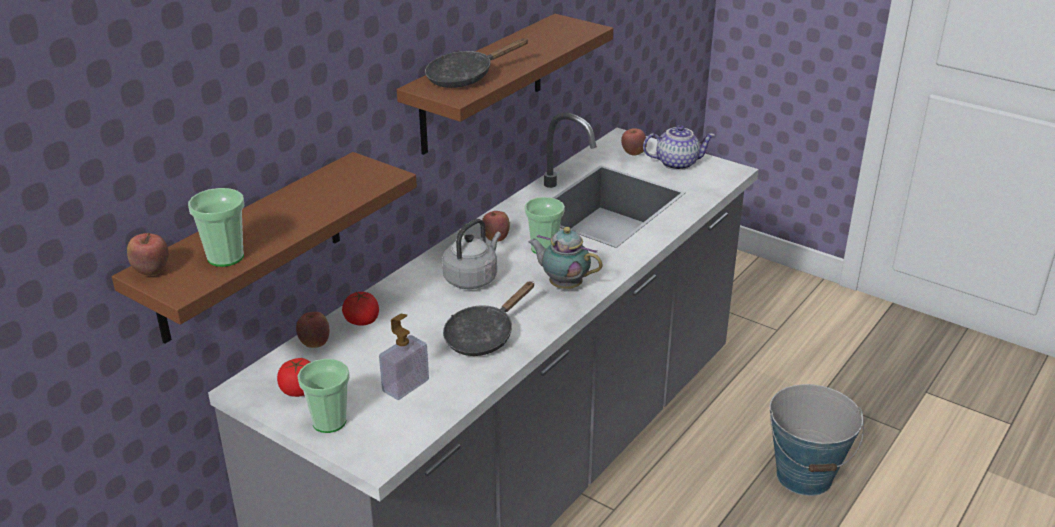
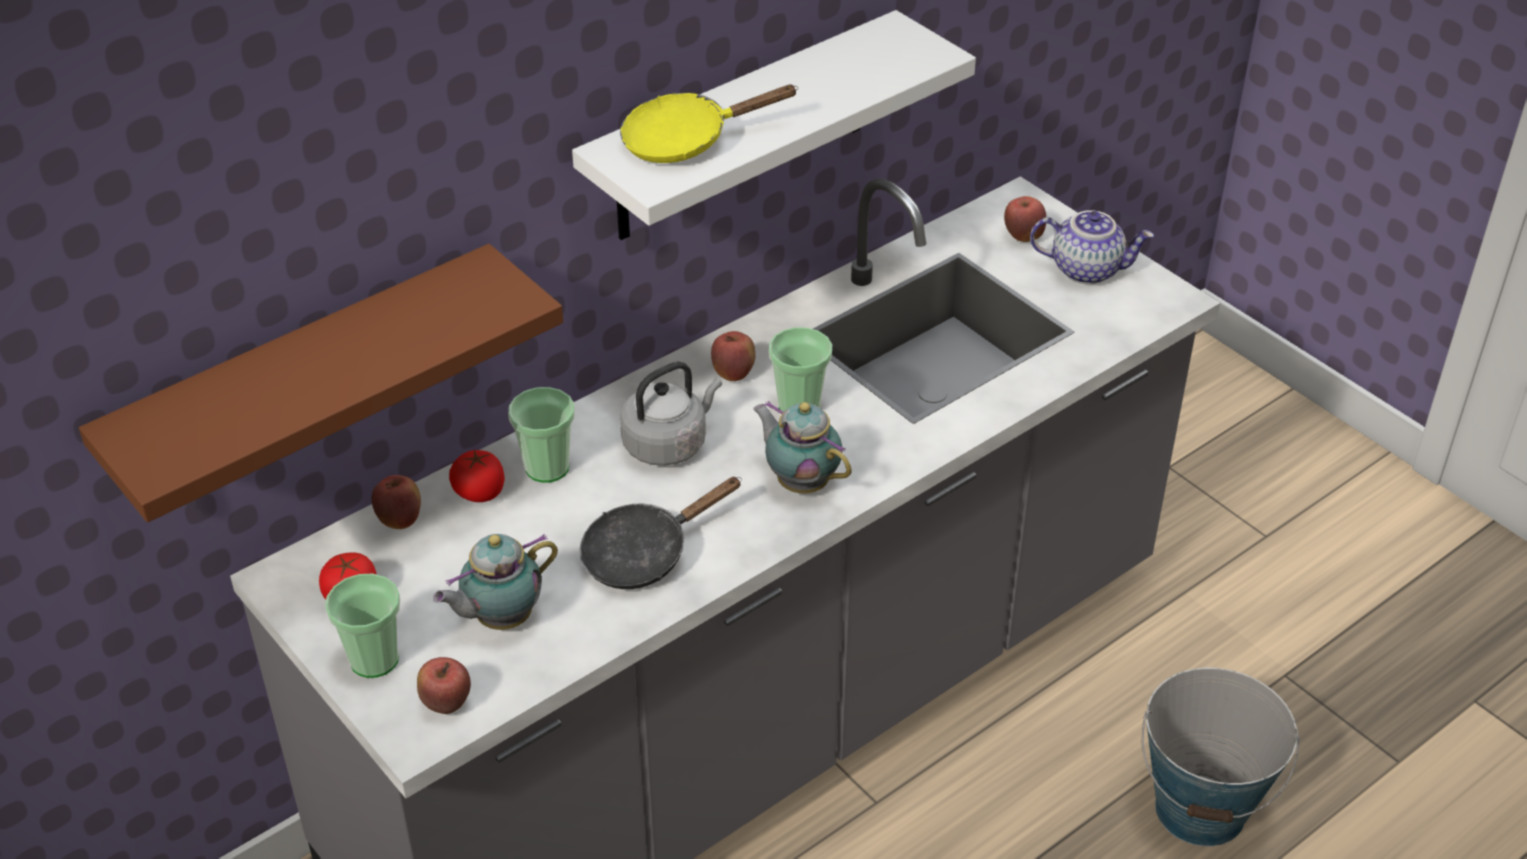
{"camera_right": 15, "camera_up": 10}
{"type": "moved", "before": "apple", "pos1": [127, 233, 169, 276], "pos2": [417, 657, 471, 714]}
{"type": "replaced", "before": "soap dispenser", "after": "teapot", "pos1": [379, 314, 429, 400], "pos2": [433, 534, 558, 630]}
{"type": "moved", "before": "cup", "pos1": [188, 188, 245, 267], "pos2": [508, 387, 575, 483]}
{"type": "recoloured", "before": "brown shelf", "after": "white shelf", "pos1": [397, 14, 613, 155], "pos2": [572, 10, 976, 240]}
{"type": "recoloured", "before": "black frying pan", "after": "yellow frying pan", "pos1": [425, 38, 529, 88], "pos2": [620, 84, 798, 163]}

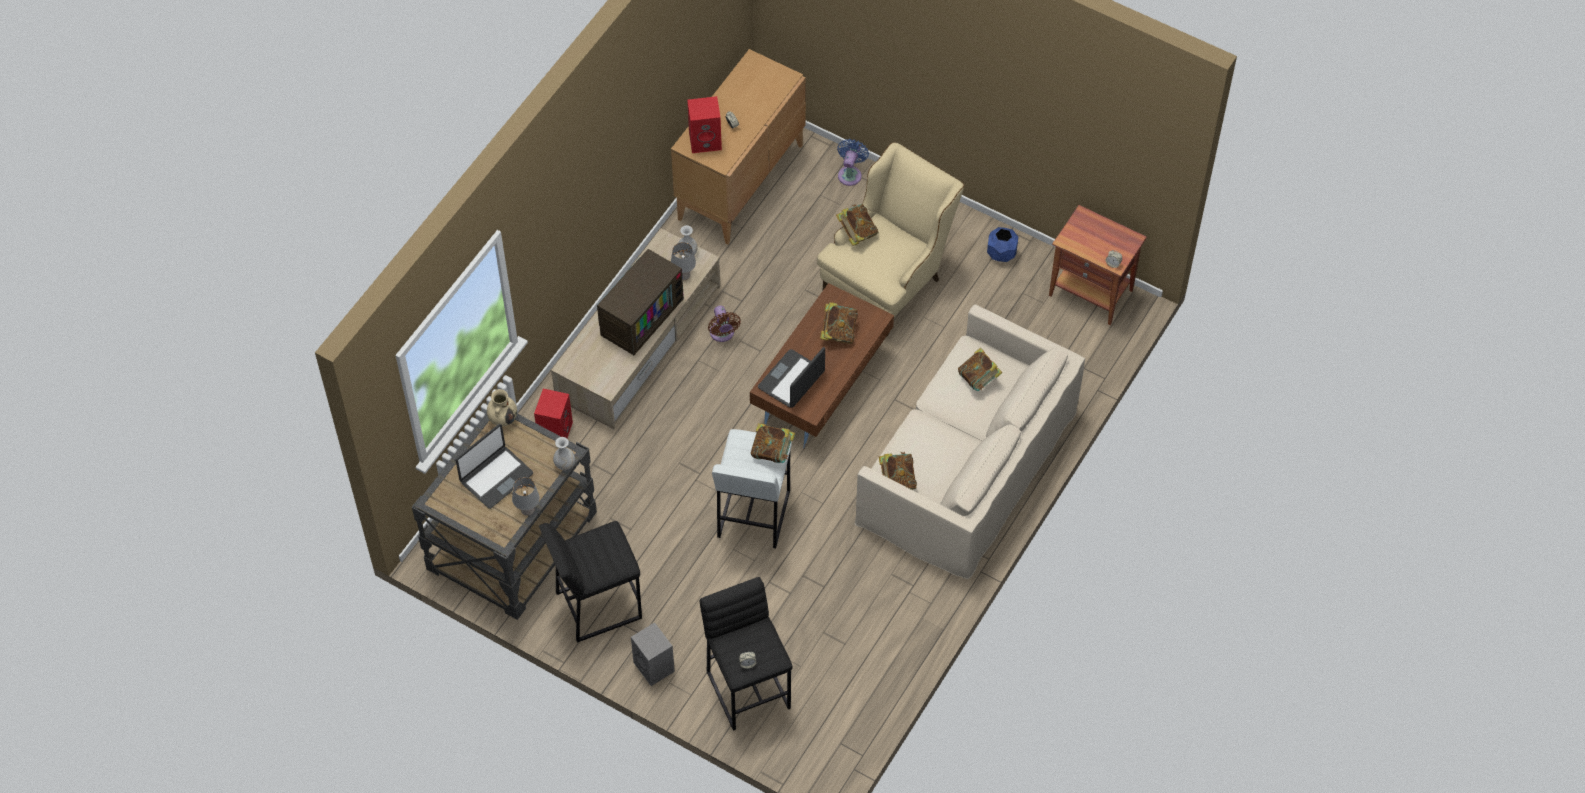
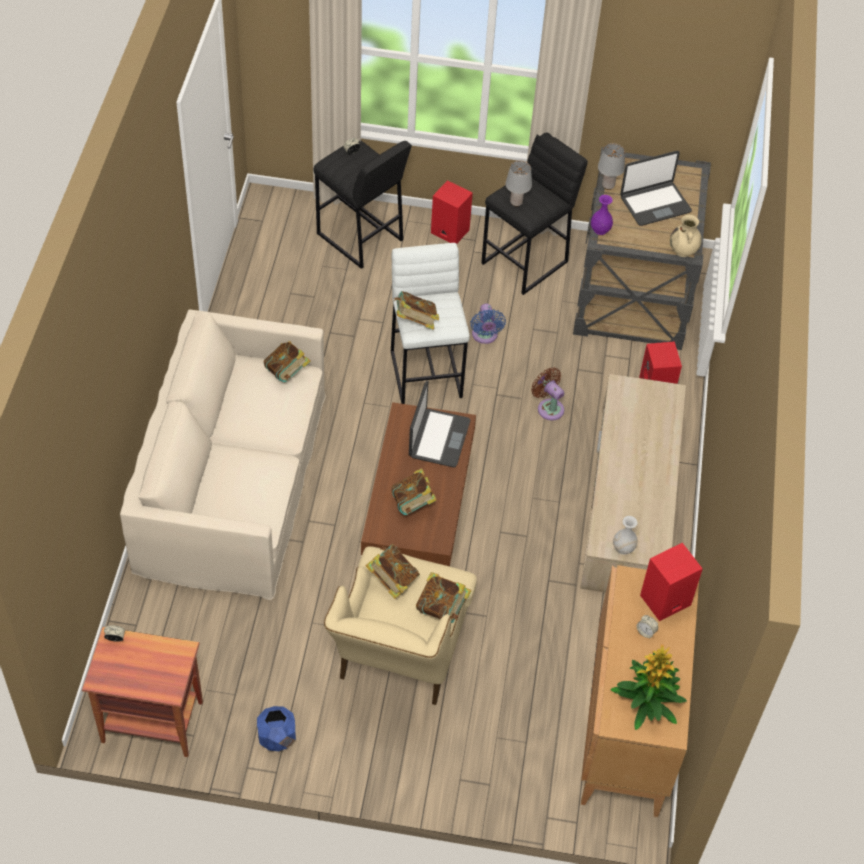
{"camera_right": 155, "camera_up": -5}
{"type": "moved", "before": "book", "pos1": [958, 348, 1003, 391], "pos2": [365, 544, 420, 599]}
{"type": "recoloured", "before": "grey speaker", "after": "red speaker", "pos1": [631, 622, 675, 686], "pos2": [431, 180, 473, 244]}
{"type": "moved", "before": "blue fan", "pos1": [837, 139, 869, 186], "pos2": [471, 303, 506, 344]}
{"type": "moved", "before": "grey table lamp", "pos1": [671, 242, 696, 280], "pos2": [505, 161, 532, 207]}
{"type": "moved", "before": "brown fan", "pos1": [708, 306, 741, 342], "pos2": [531, 367, 564, 421]}
{"type": "recoloured", "before": "white vase", "after": "purple vase", "pos1": [553, 437, 575, 470], "pos2": [591, 195, 613, 235]}
{"type": "added", "after": "potted plant", "pos2": [610, 645, 687, 730]}
{"type": "turned", "before": "laptop", "pos1": [456, 424, 533, 509], "pos2": [620, 151, 692, 226], "turn": -135}
{"type": "removed", "before": "television", "pos1": [597, 249, 684, 355]}

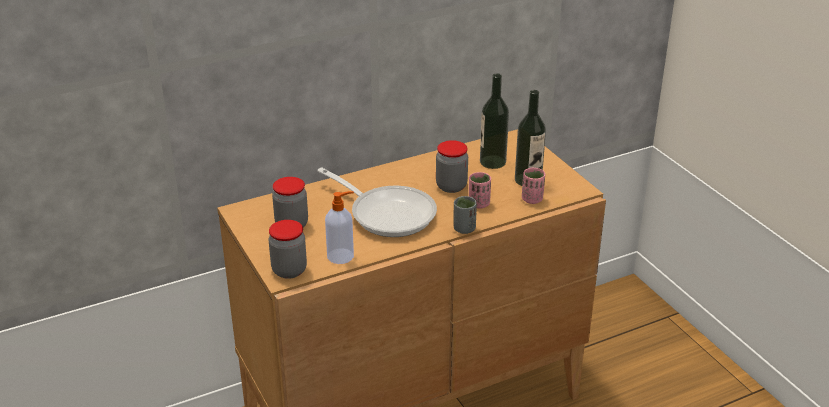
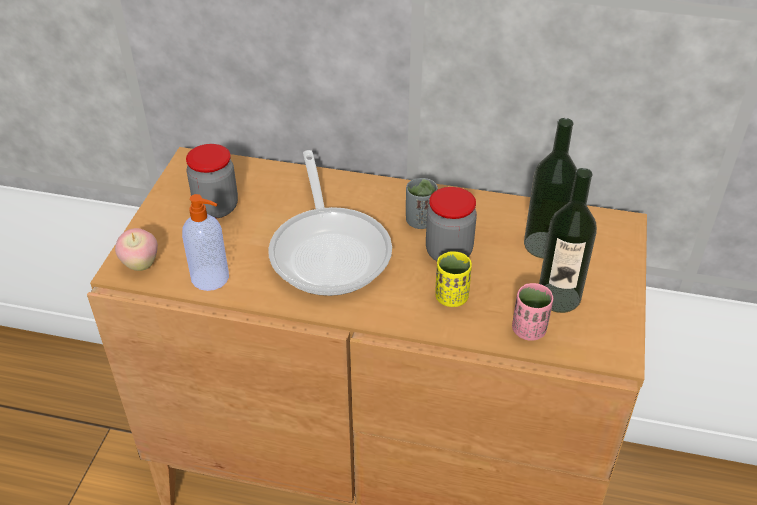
{"camera_right": 40, "camera_up": 10}
{"type": "replaced", "before": "jar", "after": "apple", "pos1": [269, 220, 307, 279], "pos2": [115, 228, 158, 271]}
{"type": "moved", "before": "grey cup", "pos1": [453, 196, 477, 234], "pos2": [406, 178, 438, 229]}
{"type": "recoloured", "before": "pink cup", "after": "yellow cup", "pos1": [469, 172, 491, 209], "pos2": [435, 251, 472, 307]}

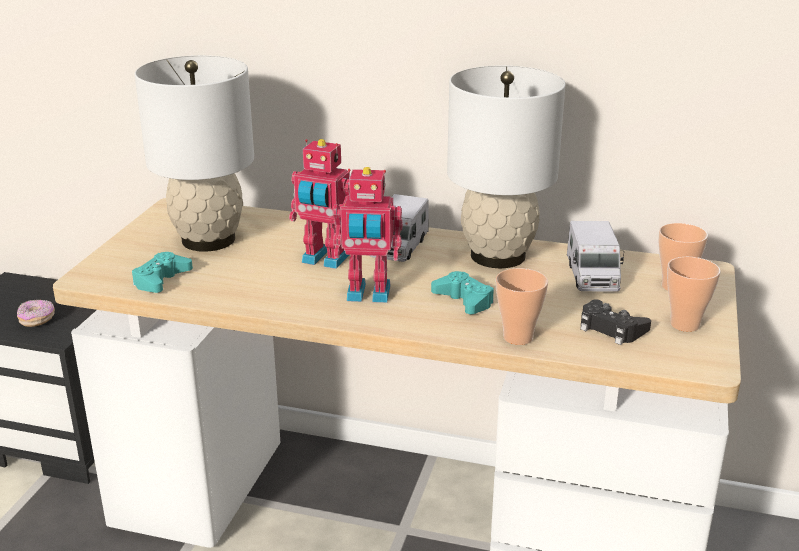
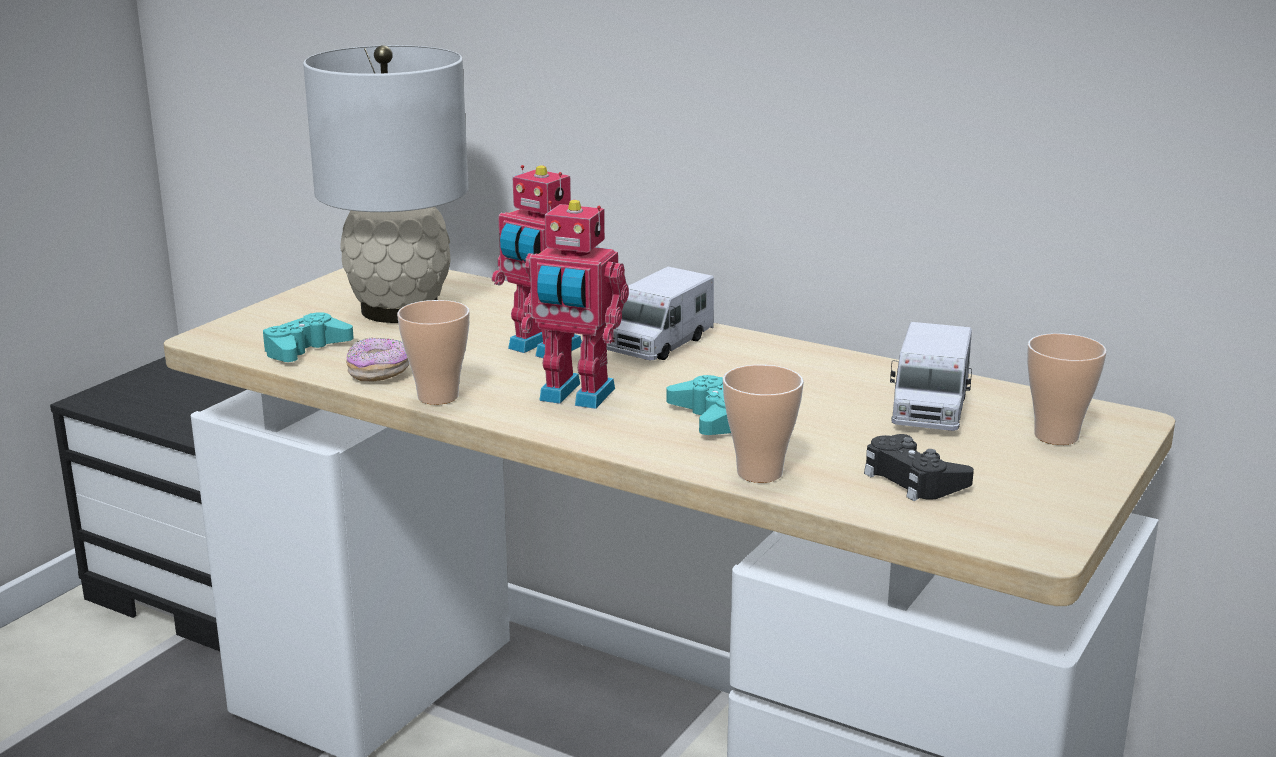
{"camera_right": 15, "camera_up": -5}
{"type": "moved", "before": "donut", "pos1": [17, 300, 55, 327], "pos2": [346, 338, 409, 381]}
{"type": "moved", "before": "cup", "pos1": [667, 257, 721, 332], "pos2": [397, 300, 470, 405]}
{"type": "removed", "before": "white table lamp", "pos1": [447, 66, 566, 268]}

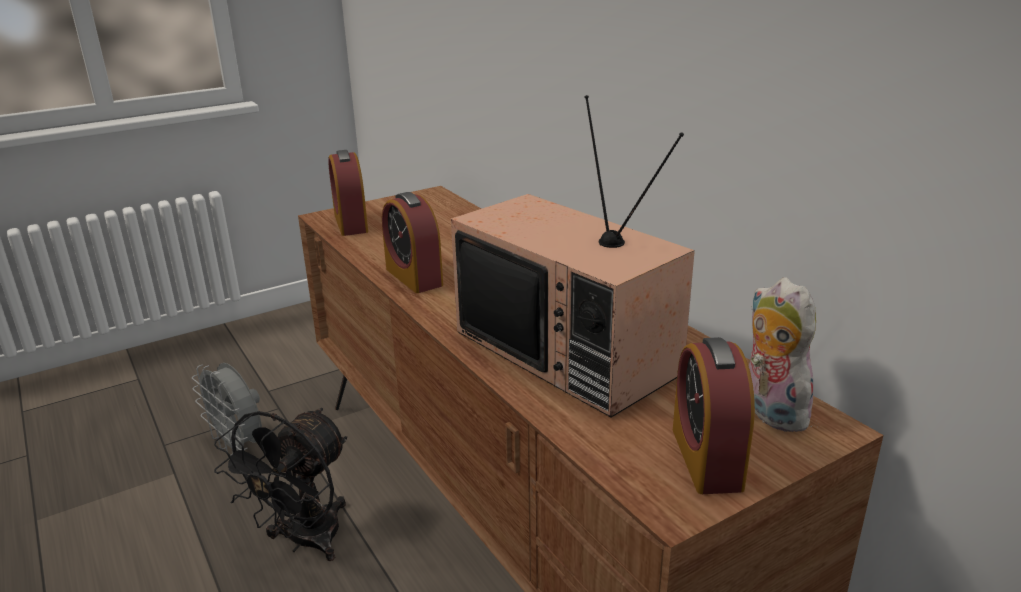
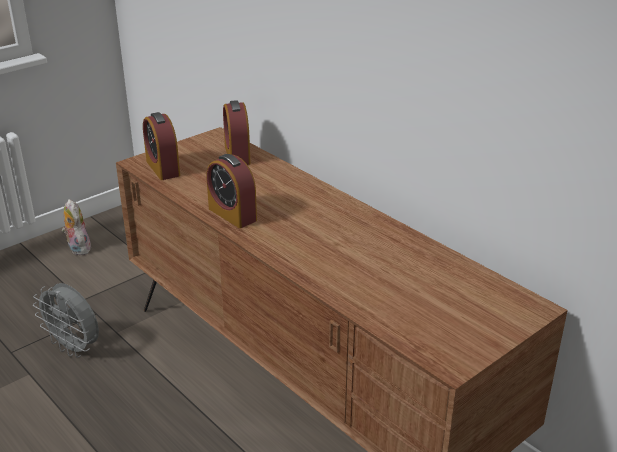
{"camera_right": -10, "camera_up": 5}
{"type": "moved", "before": "plush toy", "pos1": [749, 277, 817, 432], "pos2": [61, 199, 91, 255]}
{"type": "moved", "before": "alarm clock", "pos1": [673, 337, 755, 494], "pos2": [223, 100, 251, 165]}
{"type": "removed", "before": "black fan", "pos1": [214, 408, 347, 561]}
{"type": "removed", "before": "television", "pos1": [451, 95, 695, 417]}

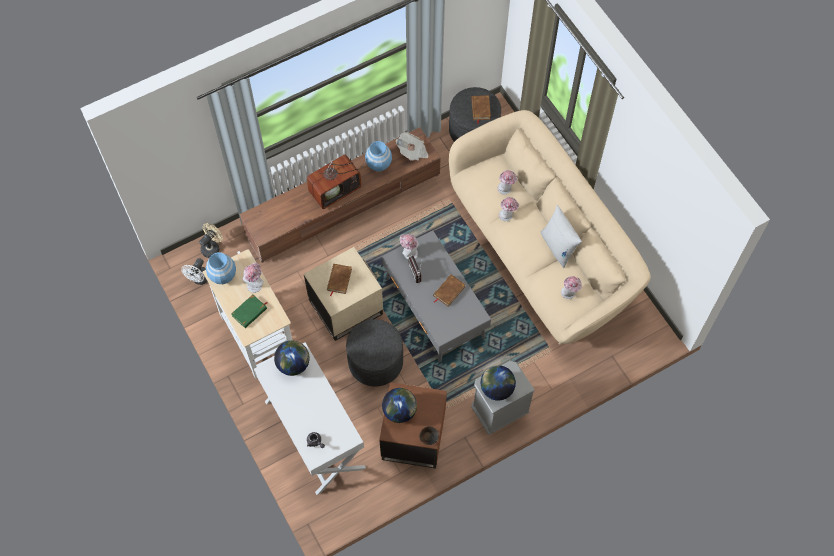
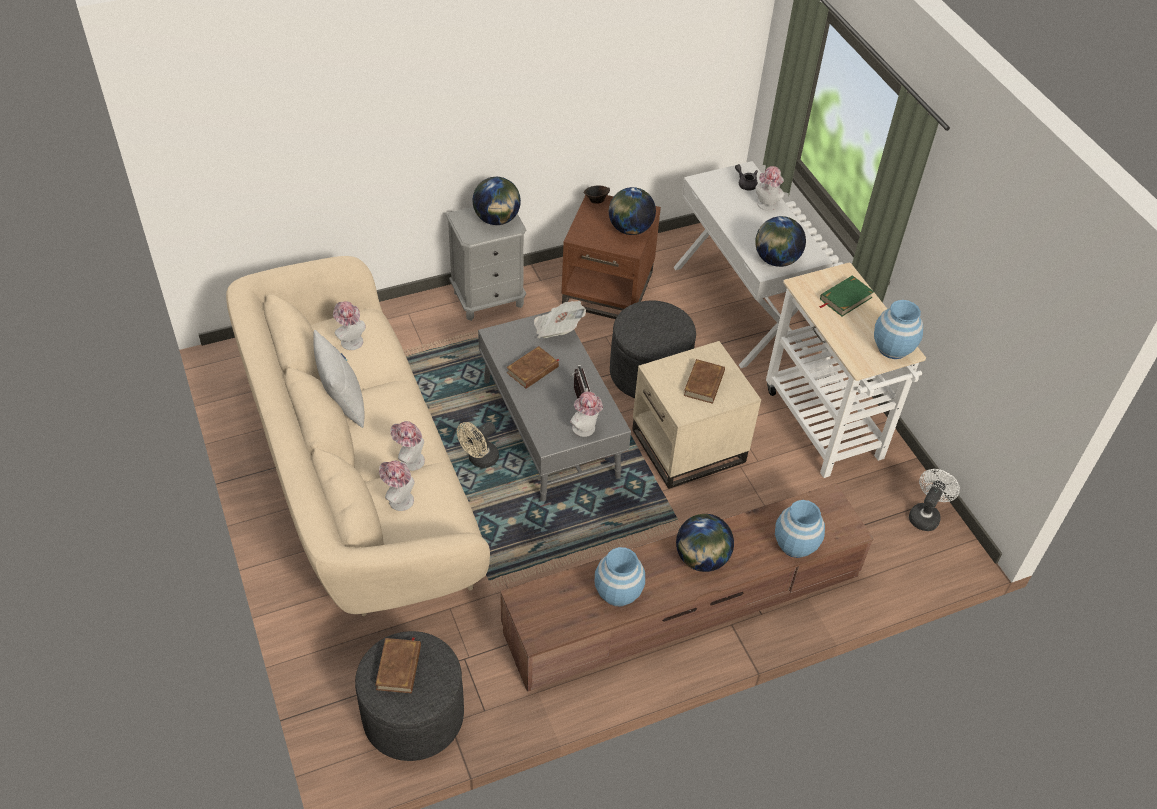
{"camera_right": -175, "camera_up": -15}
{"type": "moved", "before": "beige fan", "pos1": [199, 223, 223, 258], "pos2": [457, 422, 499, 468]}
{"type": "moved", "before": "newspaper", "pos1": [396, 132, 429, 161], "pos2": [534, 301, 586, 338]}
{"type": "replaced", "before": "television", "after": "globe", "pos1": [306, 149, 361, 209], "pos2": [676, 514, 734, 572]}
{"type": "moved", "before": "hat", "pos1": [243, 263, 264, 293], "pos2": [755, 166, 785, 211]}
{"type": "added", "after": "blue vase", "pos2": [775, 500, 825, 558]}

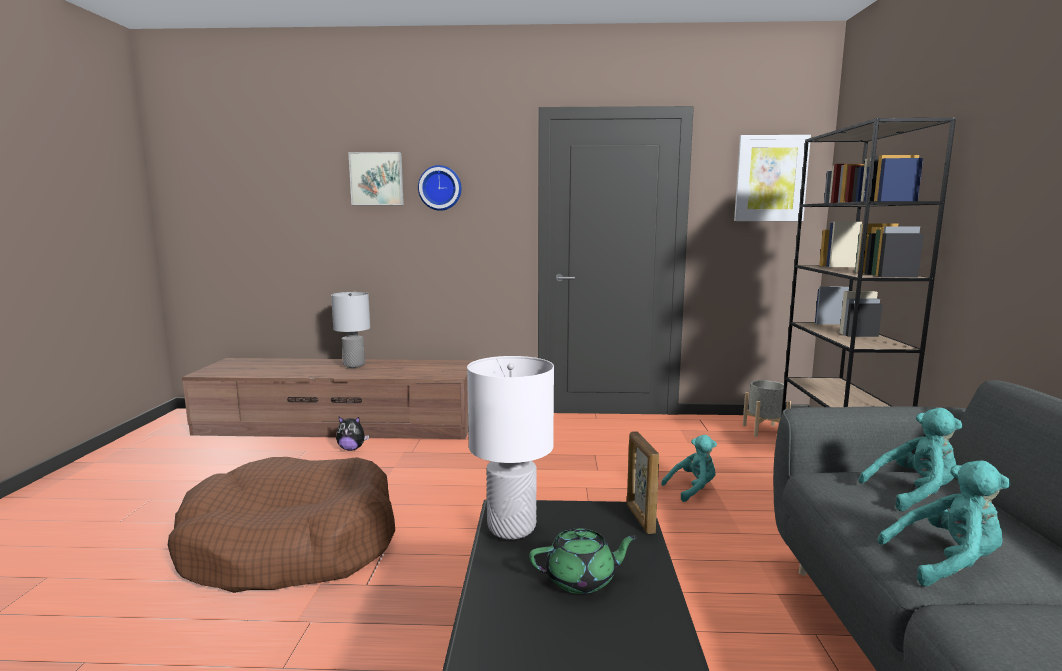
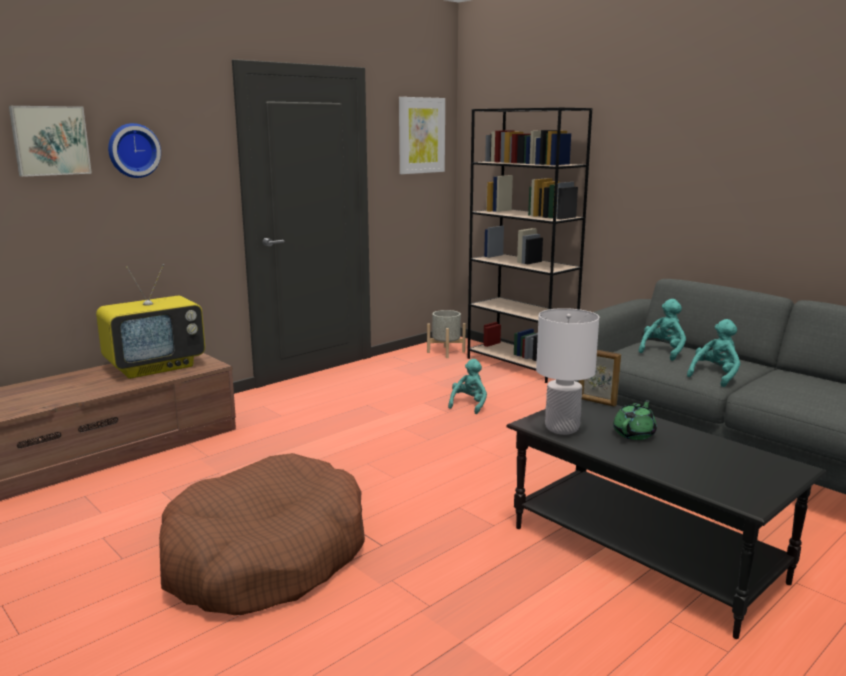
{"camera_right": -45, "camera_up": 5}
{"type": "added", "after": "television", "pos2": [96, 264, 205, 379]}
{"type": "removed", "before": "grey table lamp", "pos1": [331, 292, 370, 368]}
{"type": "removed", "before": "plush toy", "pos1": [336, 417, 369, 451]}

